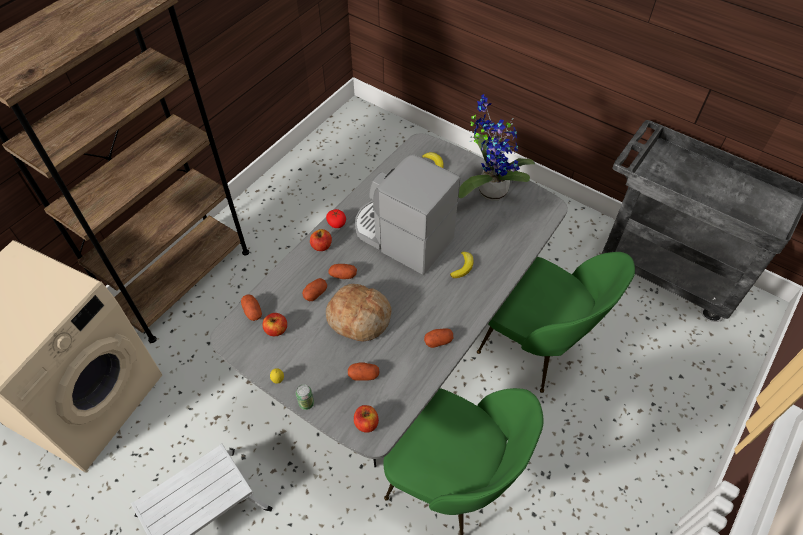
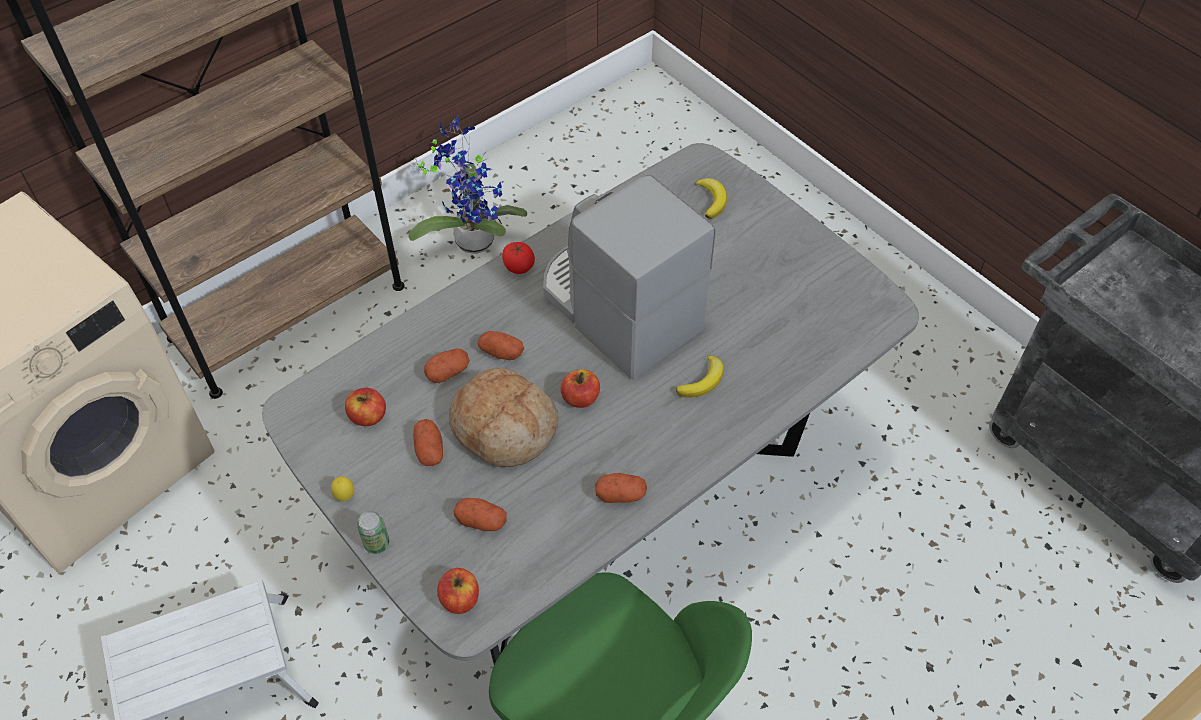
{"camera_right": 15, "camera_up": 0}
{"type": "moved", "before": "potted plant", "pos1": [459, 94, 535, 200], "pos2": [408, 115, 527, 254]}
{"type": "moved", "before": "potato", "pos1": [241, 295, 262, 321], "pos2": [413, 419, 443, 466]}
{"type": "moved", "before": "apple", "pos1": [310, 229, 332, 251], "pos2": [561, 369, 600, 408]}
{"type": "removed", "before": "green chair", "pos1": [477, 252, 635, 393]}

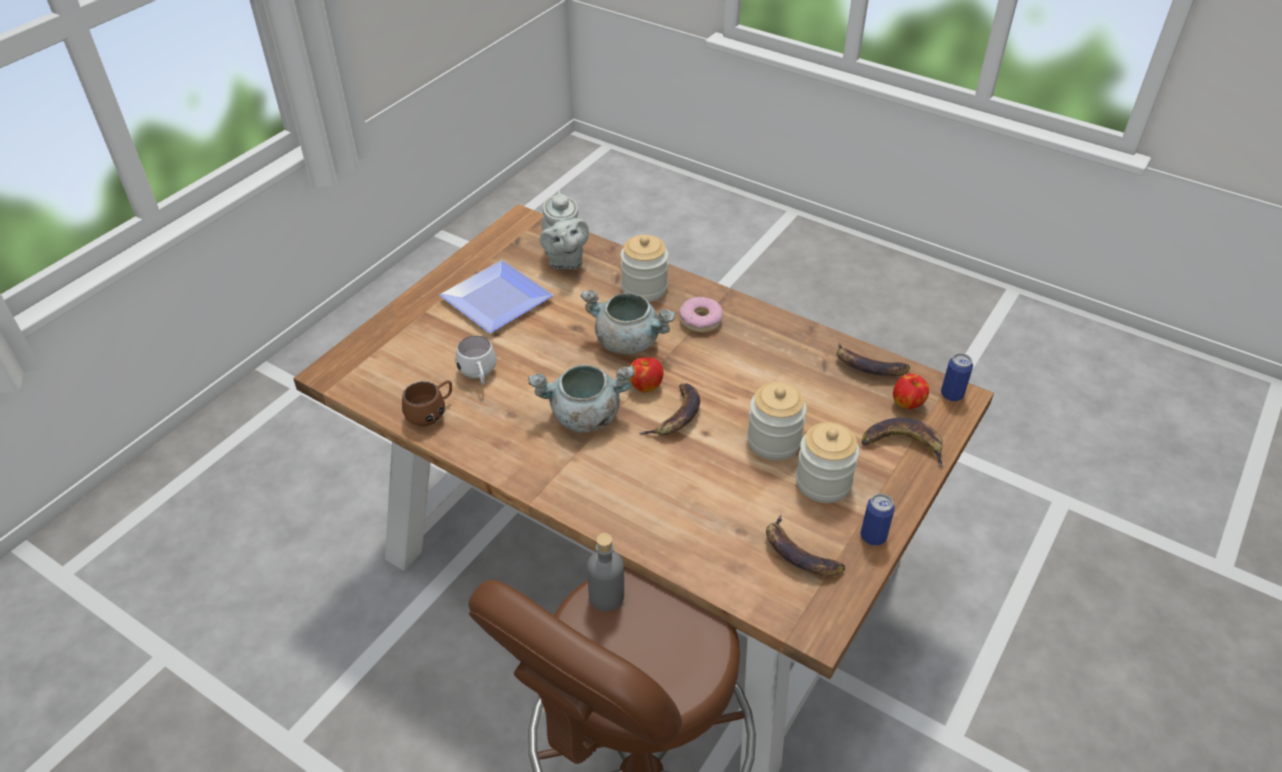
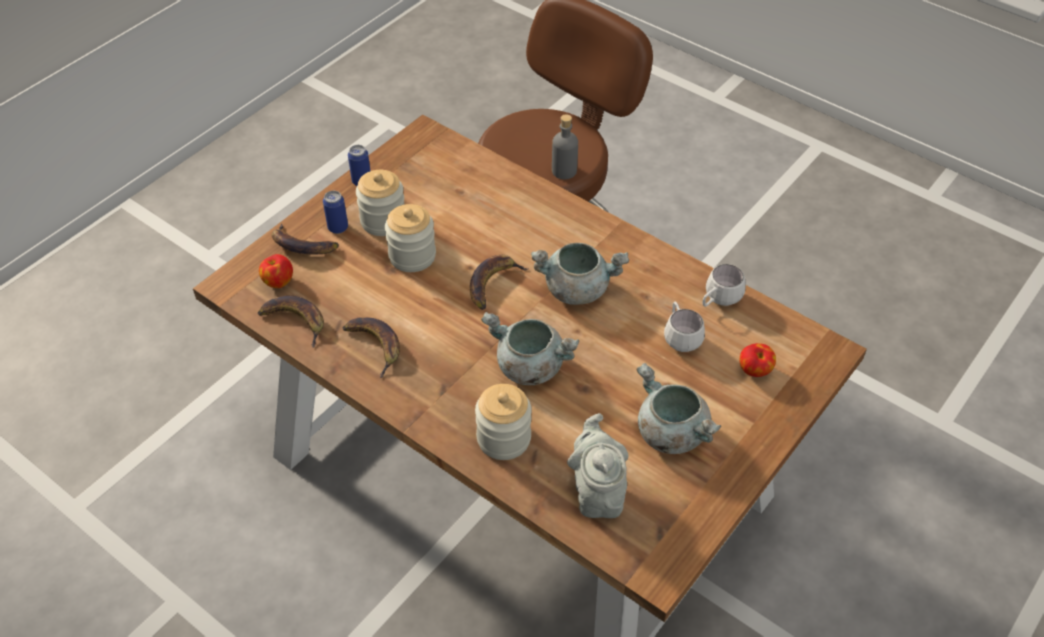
{"camera_right": -175, "camera_up": 5}
{"type": "moved", "before": "can", "pos1": [941, 353, 973, 401], "pos2": [323, 191, 348, 234]}
{"type": "moved", "before": "banana", "pos1": [766, 514, 845, 576], "pos2": [342, 317, 400, 378]}
{"type": "replaced", "before": "plate", "after": "grey cooking pot", "pos1": [439, 260, 554, 333], "pos2": [637, 363, 721, 454]}
{"type": "recoloured", "before": "brown mug", "after": "white mug", "pos1": [402, 380, 452, 427], "pos2": [703, 264, 746, 307]}
{"type": "moved", "before": "apple", "pos1": [629, 357, 663, 392], "pos2": [740, 343, 776, 377]}
{"type": "removed", "before": "donut", "pos1": [679, 297, 723, 333]}

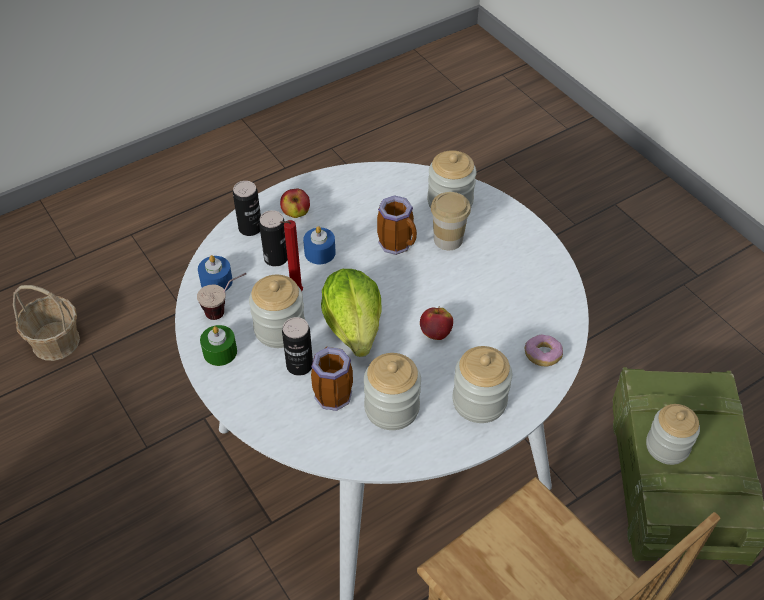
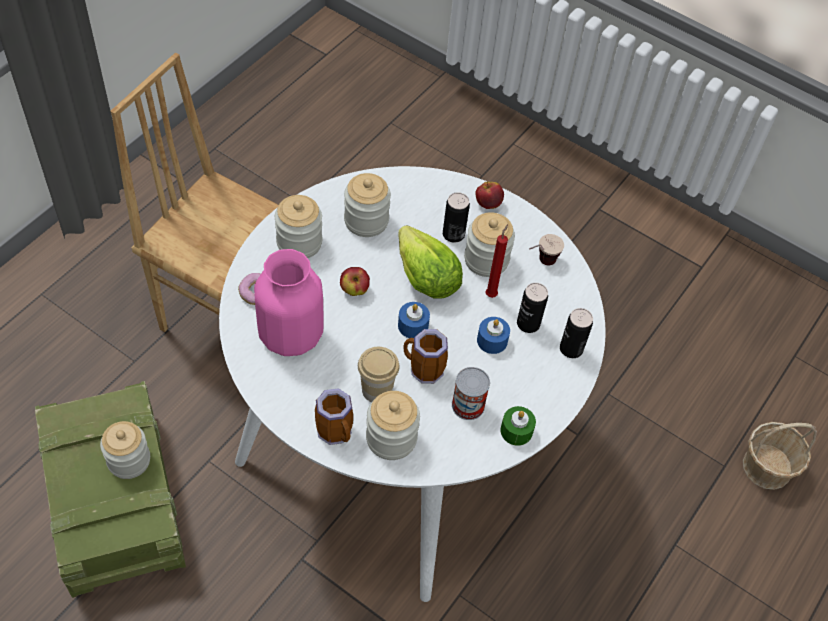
{"camera_right": 155, "camera_up": 5}
{"type": "added", "after": "pink vase", "pos2": [254, 249, 323, 356]}
{"type": "moved", "before": "mug", "pos1": [311, 347, 353, 411], "pos2": [315, 388, 353, 445]}
{"type": "moved", "before": "blue candle", "pos1": [198, 255, 233, 290], "pos2": [398, 302, 430, 338]}
{"type": "added", "after": "can", "pos2": [452, 367, 490, 420]}
{"type": "moved", "before": "apple", "pos1": [280, 189, 310, 218], "pos2": [475, 182, 504, 209]}
{"type": "moved", "before": "green candle", "pos1": [200, 325, 237, 366], "pos2": [500, 406, 536, 446]}

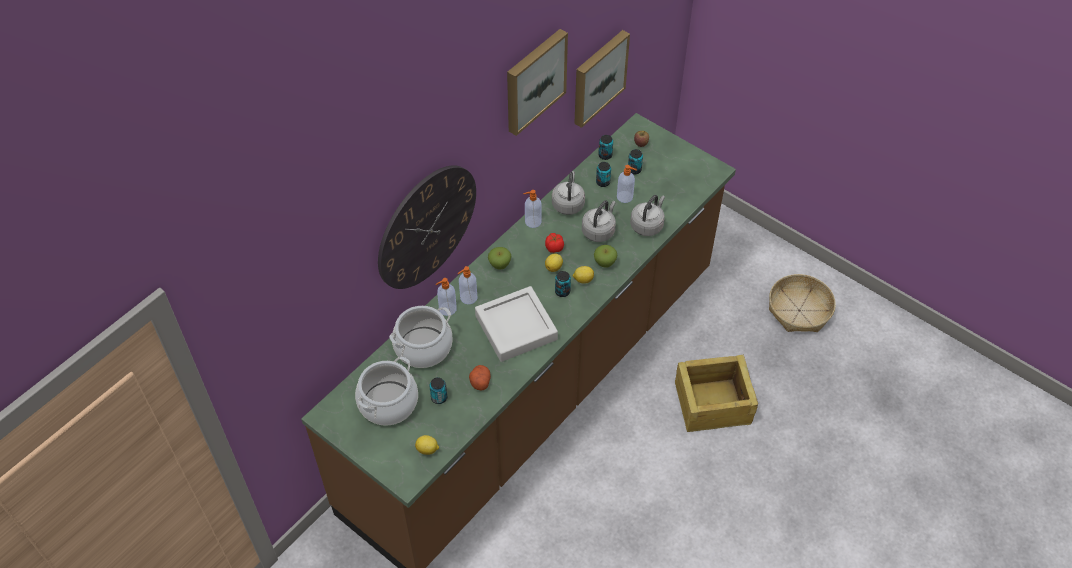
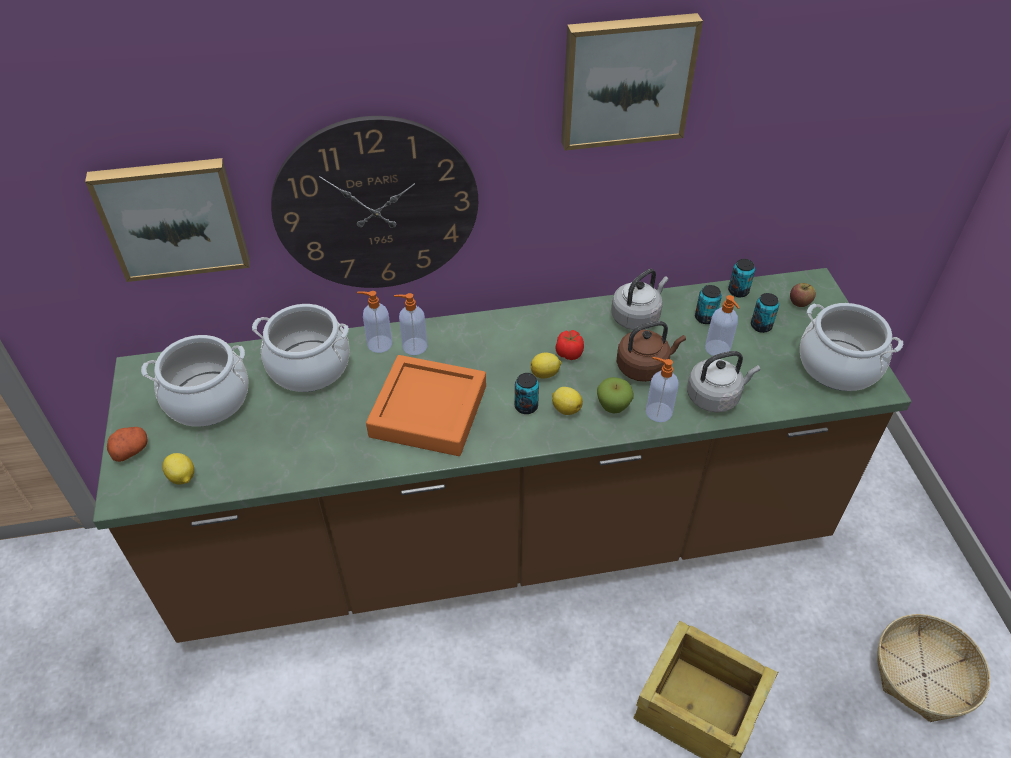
{"camera_right": 40, "camera_up": -5}
{"type": "moved", "before": "picture", "pos1": [574, 30, 630, 128], "pos2": [85, 158, 250, 282]}
{"type": "moved", "before": "potato", "pos1": [469, 365, 491, 391], "pos2": [107, 427, 148, 462]}
{"type": "recoloured", "before": "grey tray", "after": "orange tray", "pos1": [475, 286, 558, 362], "pos2": [366, 355, 486, 456]}
{"type": "recoloured", "before": "grey kettle", "after": "brown kettle", "pos1": [582, 200, 616, 242], "pos2": [617, 321, 686, 382]}
{"type": "moved", "before": "soap dispenser", "pos1": [523, 190, 542, 228], "pos2": [646, 357, 679, 422]}
{"type": "added", "after": "cooking pot", "pos2": [800, 303, 903, 391]}
{"type": "removed", "before": "can", "pos1": [429, 377, 447, 404]}
{"type": "removed", "before": "apple", "pos1": [488, 247, 511, 270]}

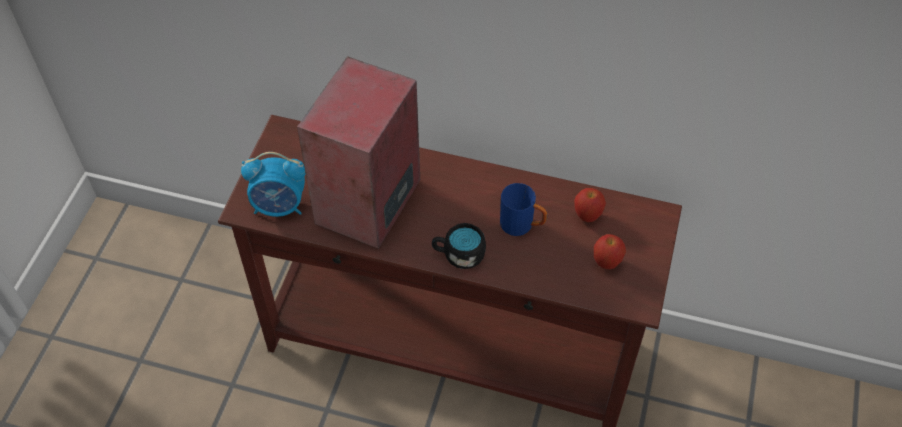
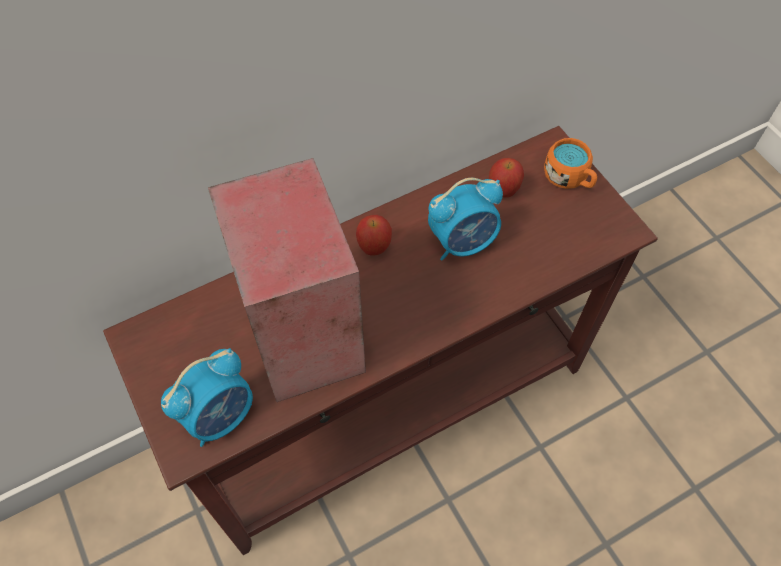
{"camera_right": -45, "camera_up": 5}
{"type": "moved", "before": "apple", "pos1": [594, 234, 626, 269], "pos2": [356, 215, 392, 256]}
{"type": "replaced", "before": "blue mug", "after": "alarm clock", "pos1": [500, 183, 547, 236], "pos2": [428, 178, 503, 261]}
{"type": "added", "after": "orange mug", "pos2": [544, 138, 597, 189]}
{"type": "removed", "before": "black mug", "pos1": [432, 223, 486, 269]}

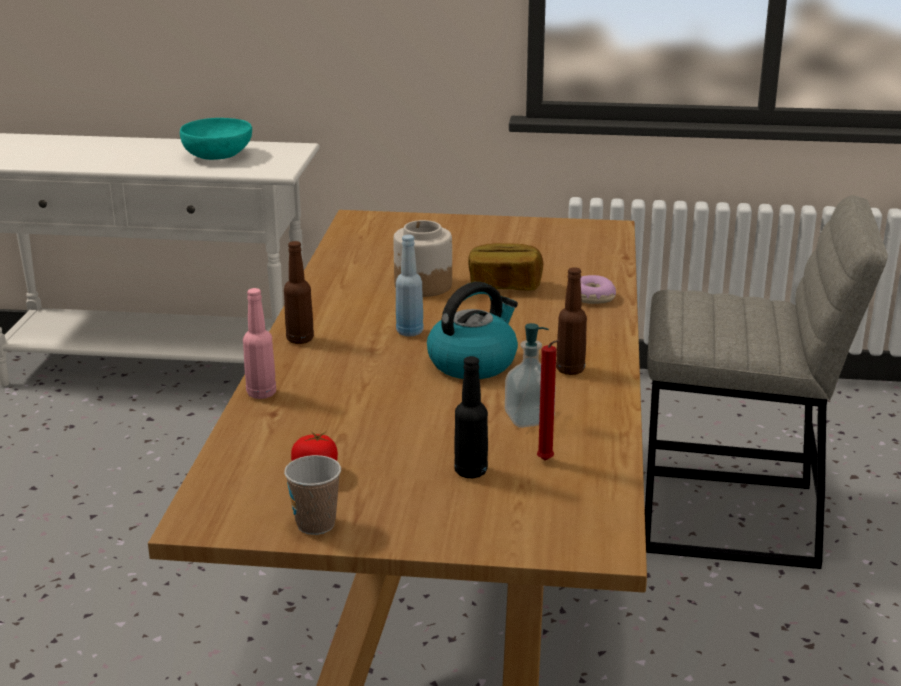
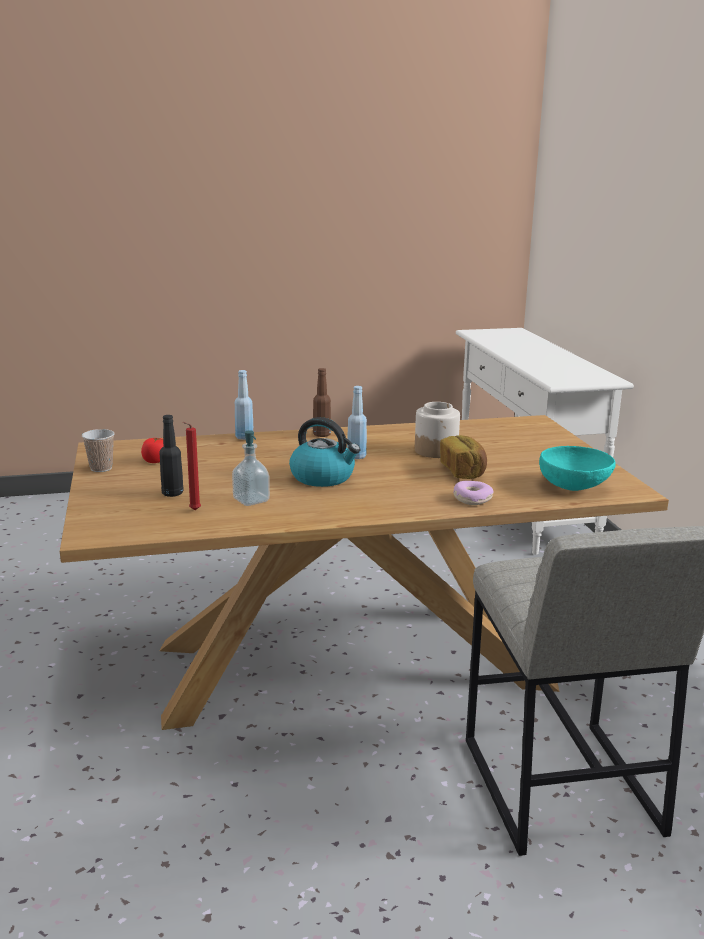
{"camera_right": 70, "camera_up": -5}
{"type": "recoloured", "before": "pink bottle", "after": "blue bottle", "pos1": [243, 288, 276, 399], "pos2": [235, 370, 253, 440]}
{"type": "moved", "before": "turquoise bowl", "pos1": [180, 118, 252, 160], "pos2": [539, 446, 616, 491]}
{"type": "removed", "before": "brown bottle", "pos1": [556, 267, 587, 375]}

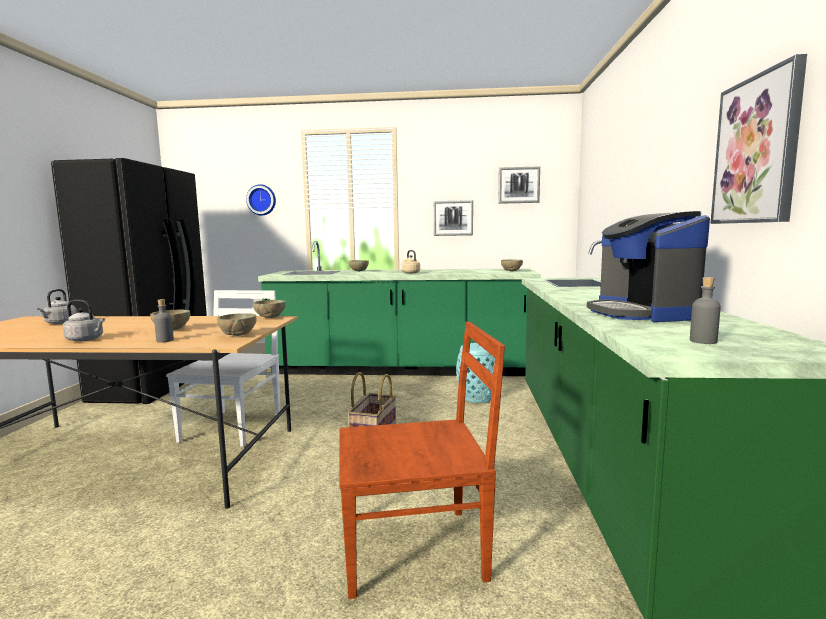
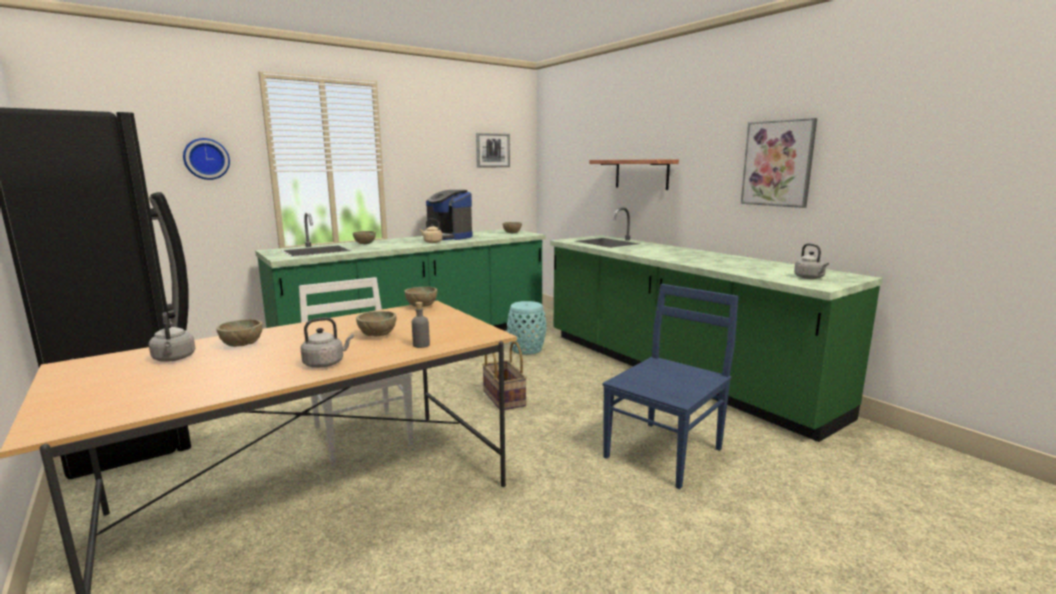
{"camera_right": -40, "camera_up": 5}
{"type": "moved", "before": "beige bowl", "pos1": [217, 313, 256, 336], "pos2": [216, 319, 263, 347]}
{"type": "moved", "before": "coffee machine", "pos1": [587, 211, 710, 322], "pos2": [426, 190, 472, 240]}
{"type": "added", "after": "shelf", "pos2": [589, 160, 679, 190]}
{"type": "recoloured", "before": "brown chair", "after": "blue chair", "pos1": [339, 322, 505, 599], "pos2": [602, 284, 739, 489]}
{"type": "replaced", "before": "grey bottle", "after": "grey kettle", "pos1": [690, 277, 721, 344], "pos2": [794, 243, 829, 279]}
{"type": "removed", "before": "picture", "pos1": [433, 200, 473, 236]}

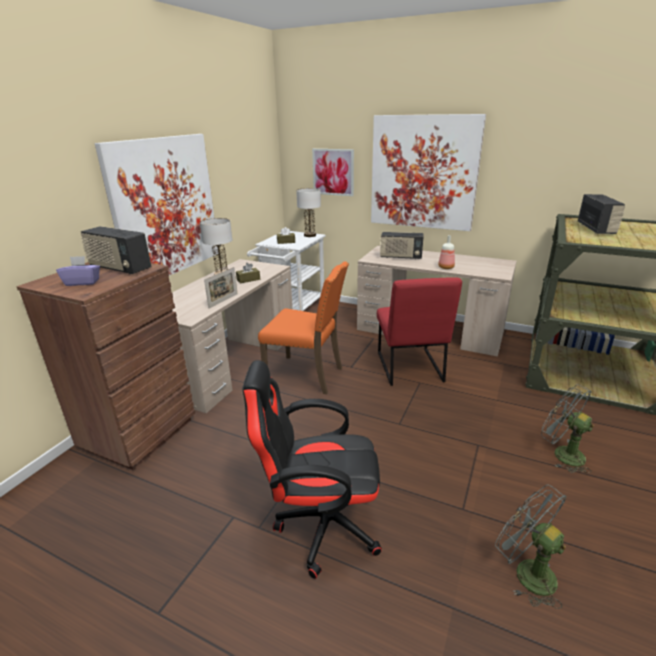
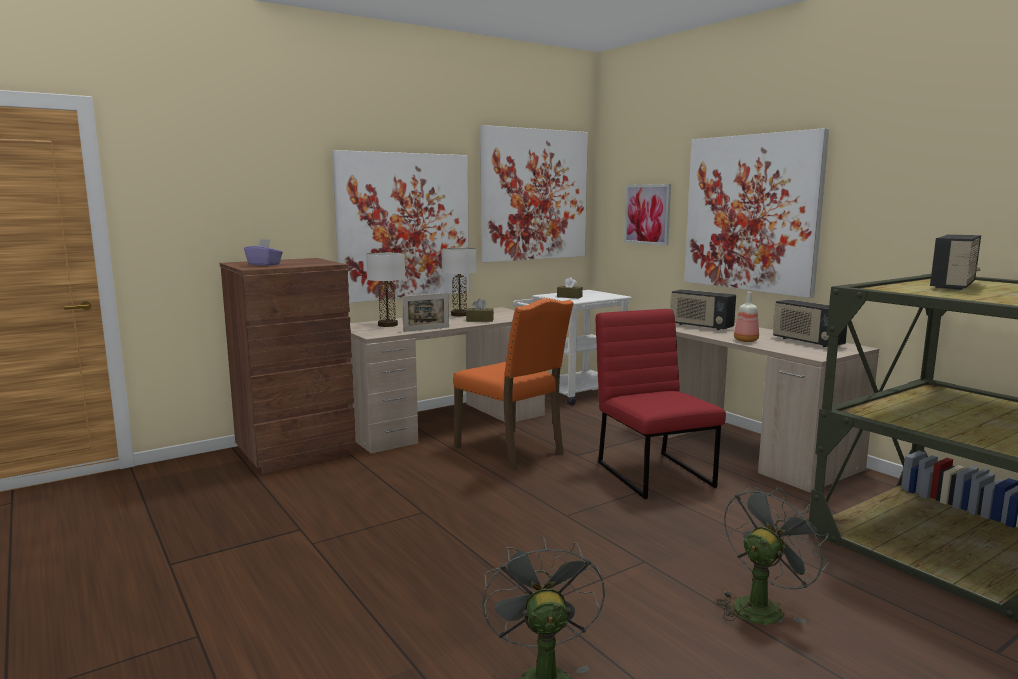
{"camera_right": 30, "camera_up": -15}
{"type": "moved", "before": "table lamp", "pos1": [296, 188, 321, 237], "pos2": [366, 252, 405, 327]}
{"type": "added", "after": "picture", "pos2": [480, 125, 588, 263]}
{"type": "turned", "before": "red chair", "pos1": [377, 277, 462, 386], "pos2": [596, 309, 726, 499], "turn": 135}
{"type": "turned", "before": "grey fan", "pos1": [541, 384, 594, 473], "pos2": [717, 486, 829, 625], "turn": 60}
{"type": "moved", "before": "radio", "pos1": [81, 226, 152, 274], "pos2": [772, 300, 848, 347]}
{"type": "removed", "before": "black office chair", "pos1": [243, 360, 382, 579]}

